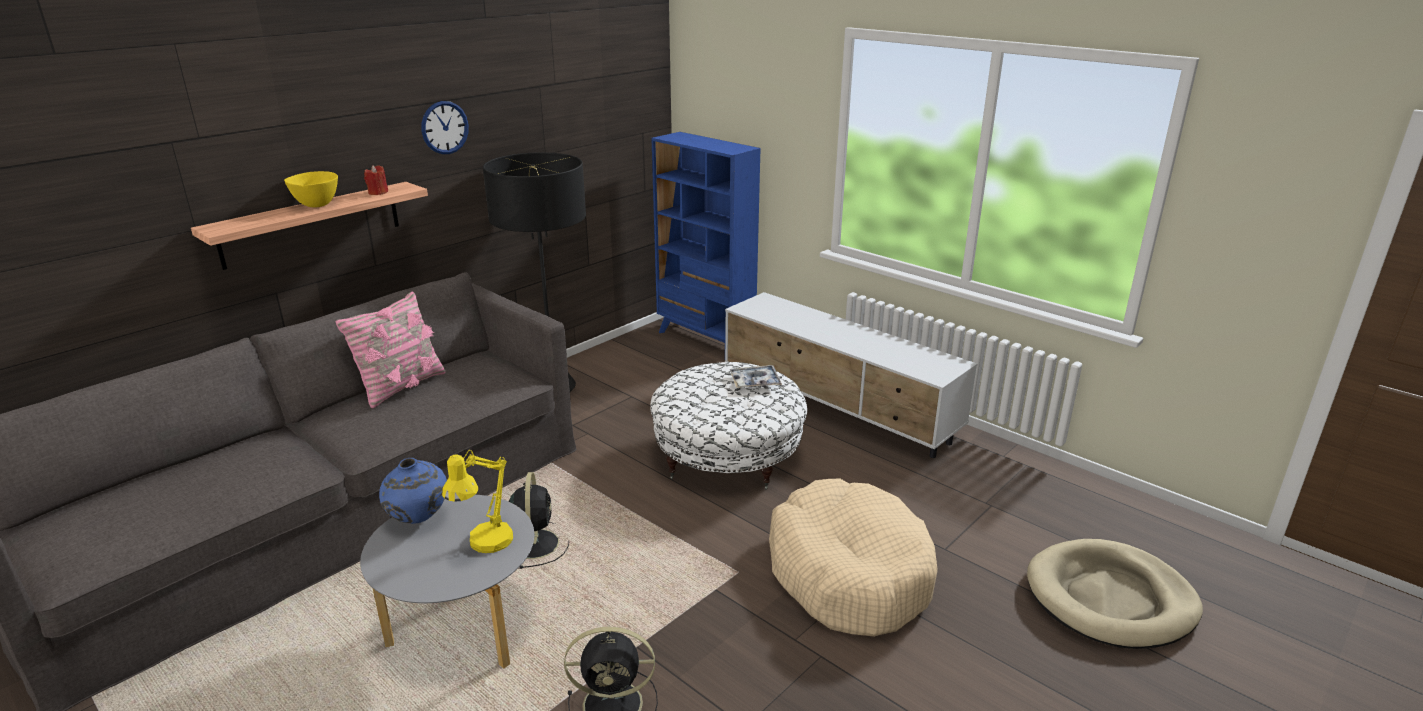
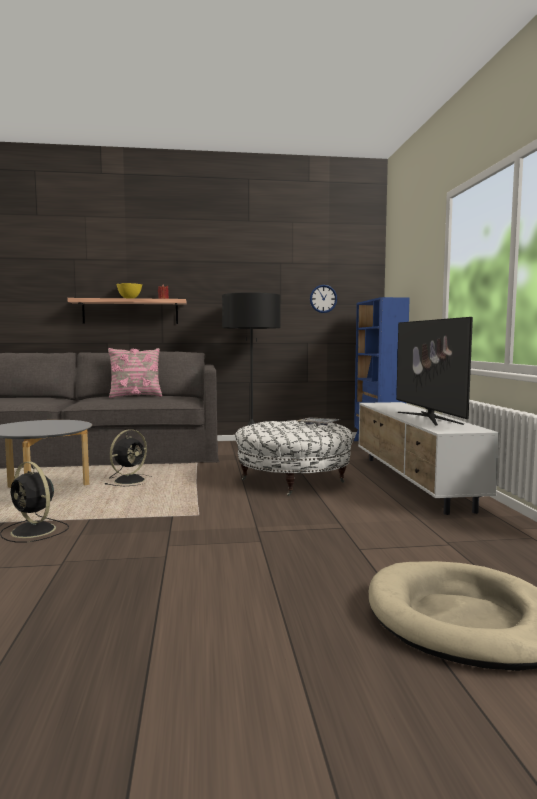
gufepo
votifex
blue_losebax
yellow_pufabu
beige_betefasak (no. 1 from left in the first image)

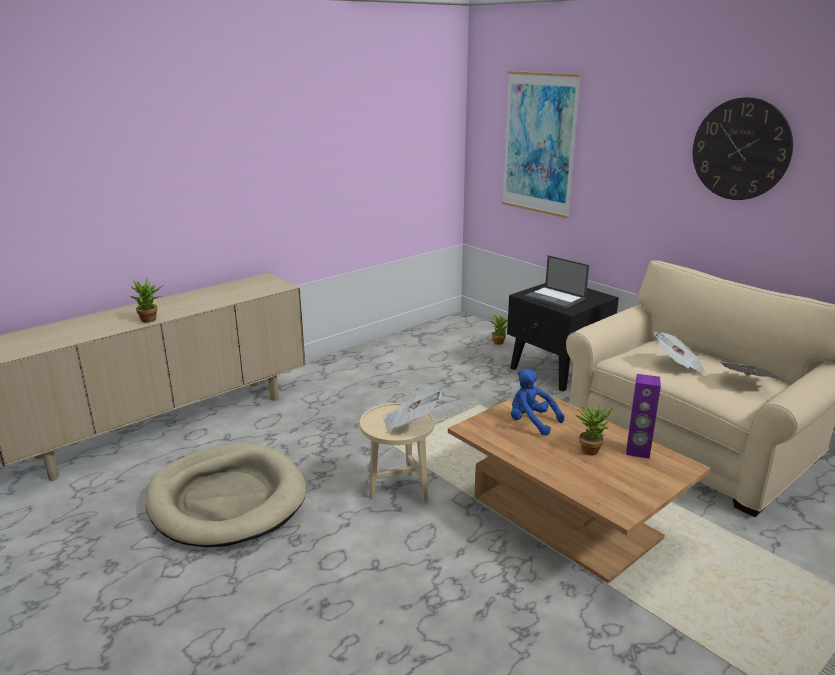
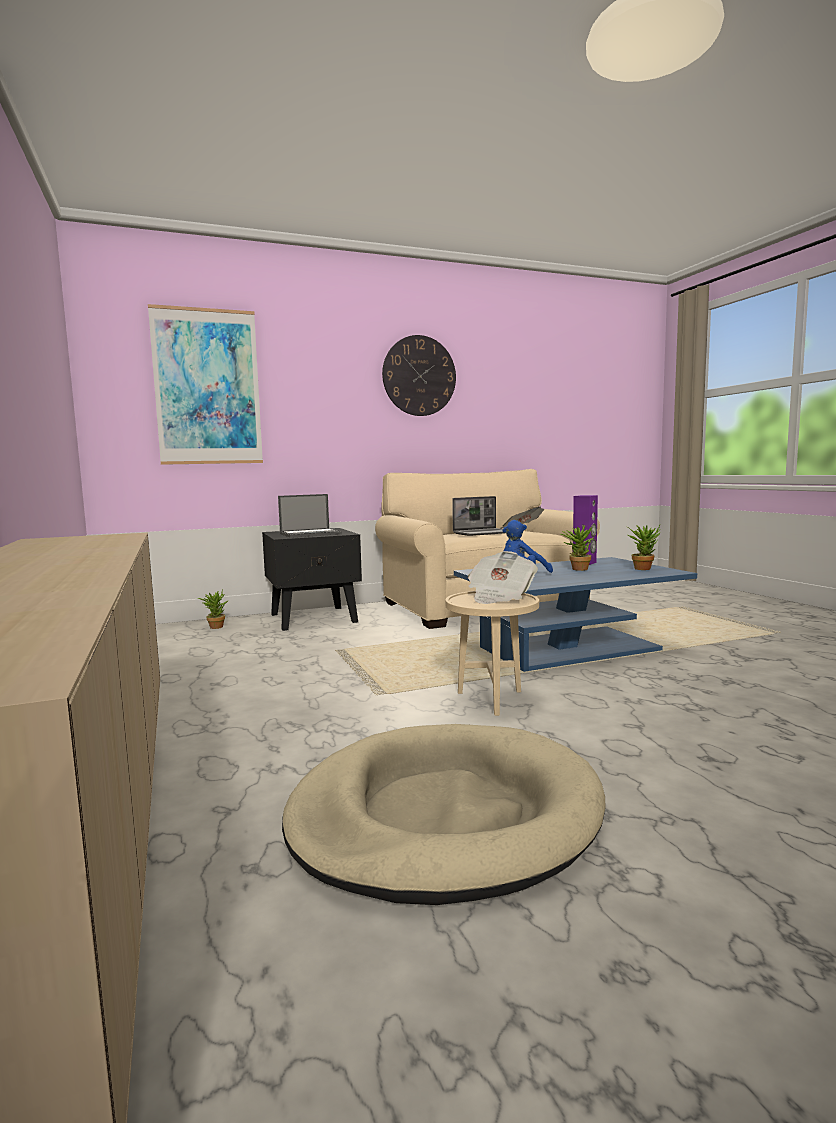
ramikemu (no. 2 from left)
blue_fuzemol
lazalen (no. 3 from left)

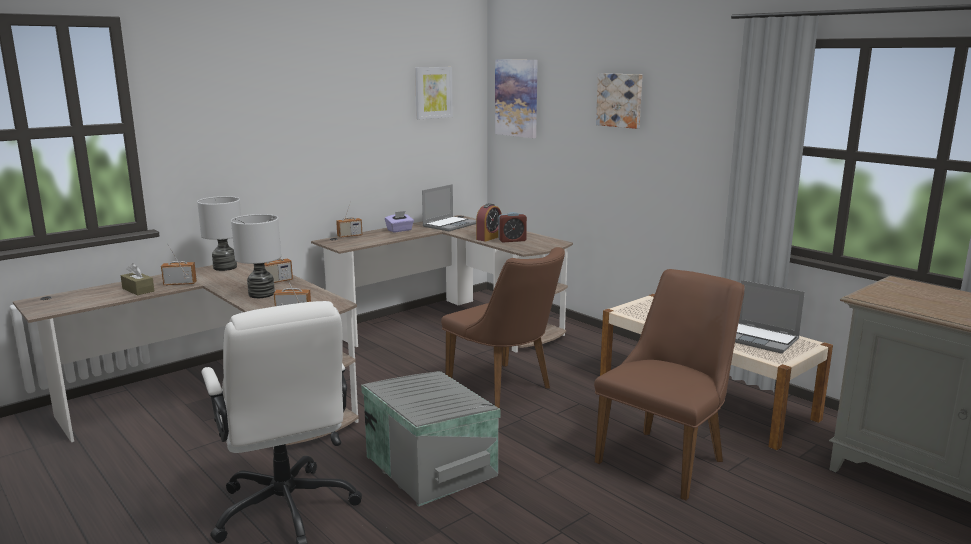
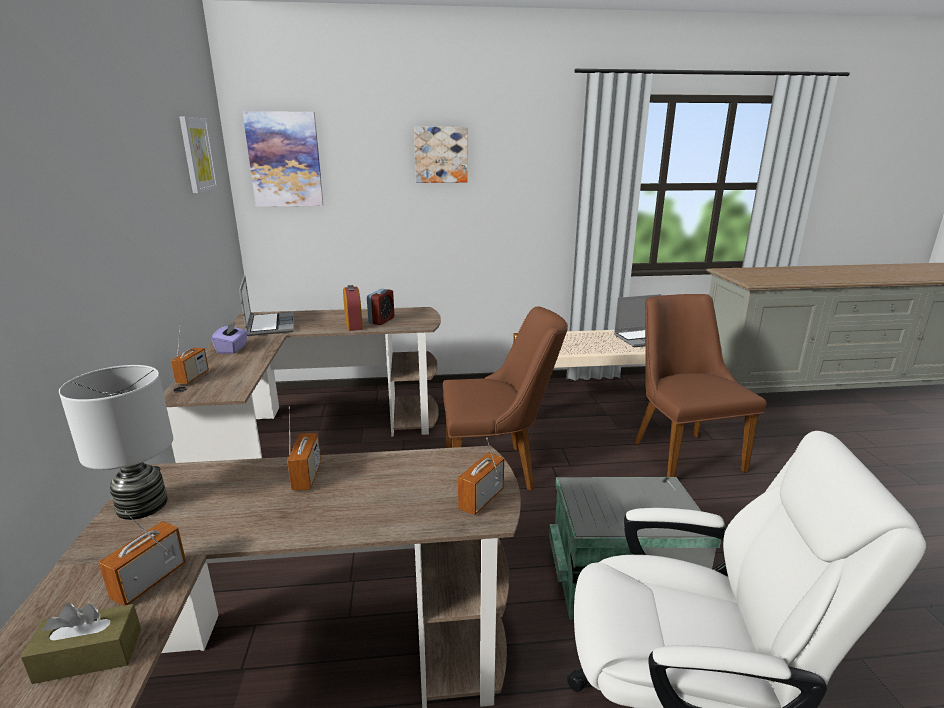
grey_pufabu (no. 2 from left in the first image)

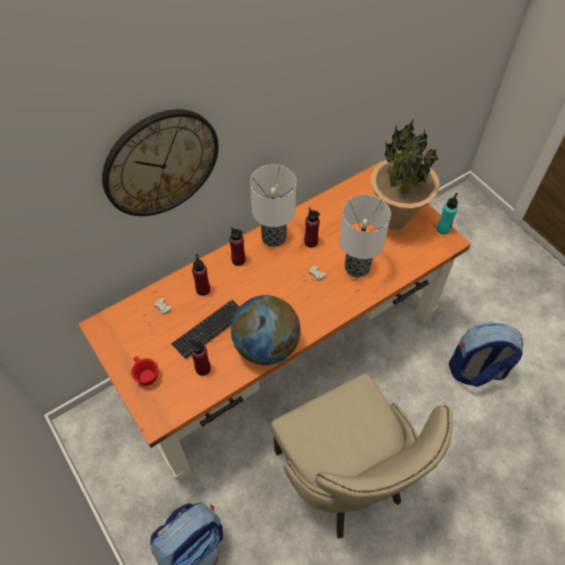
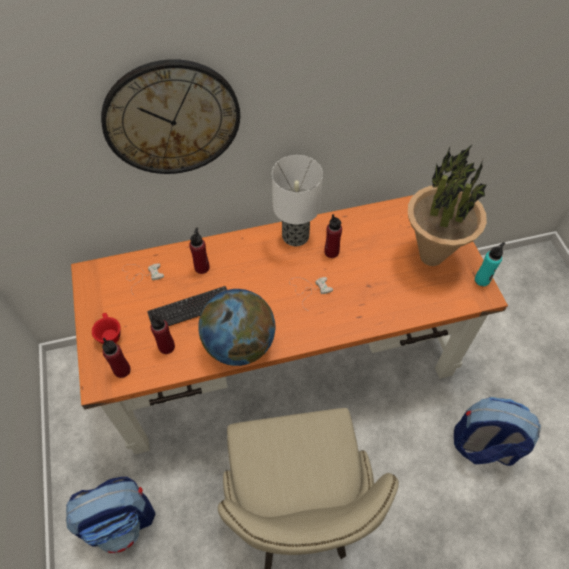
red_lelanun (no. 1 from left)
pufabu (no. 2 from left in the first image)

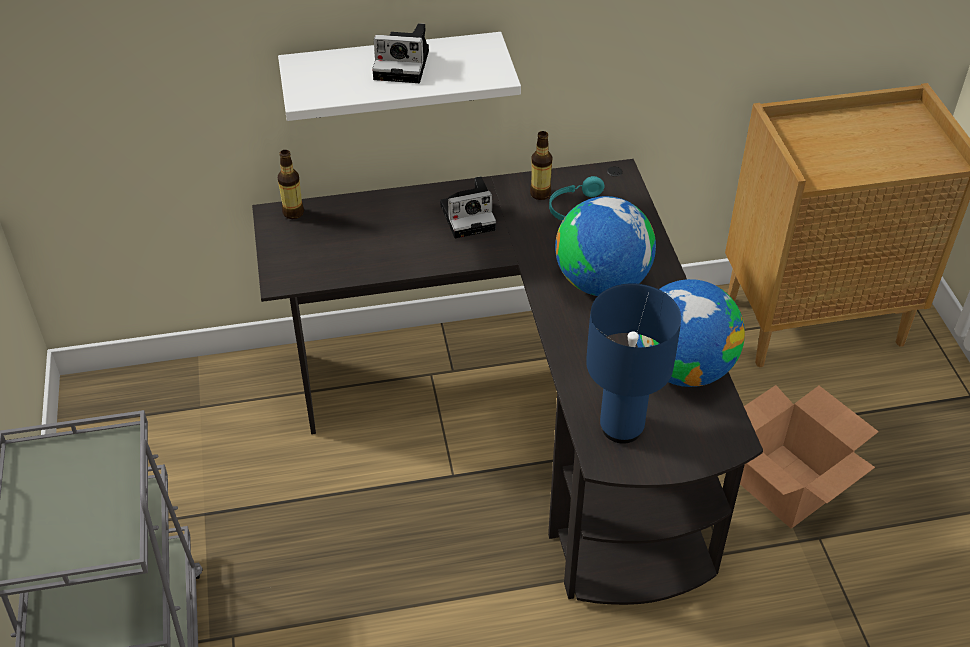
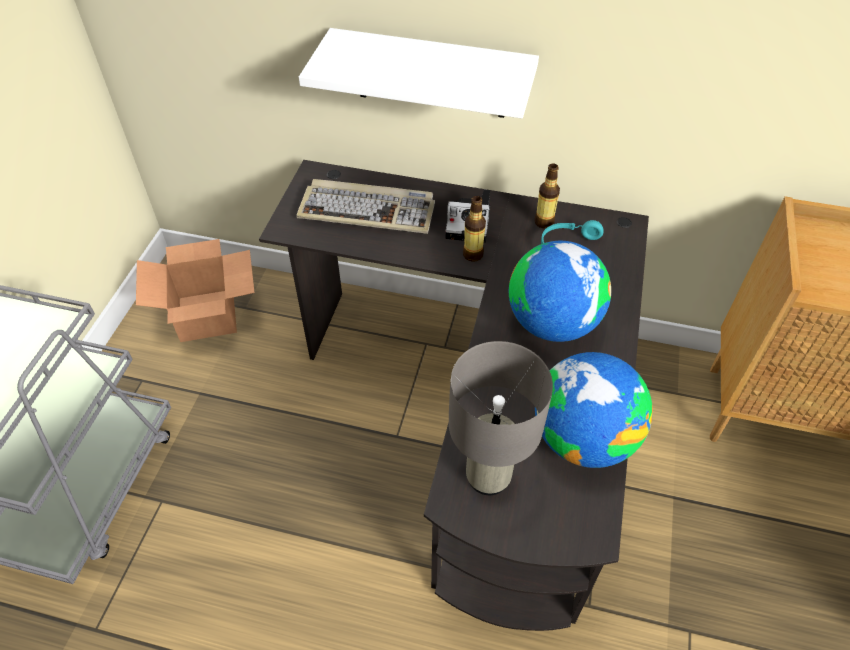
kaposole
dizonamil
grey_pufabu
lelanun (no. 1 from left)
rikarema (no. 1 from left in the first image)

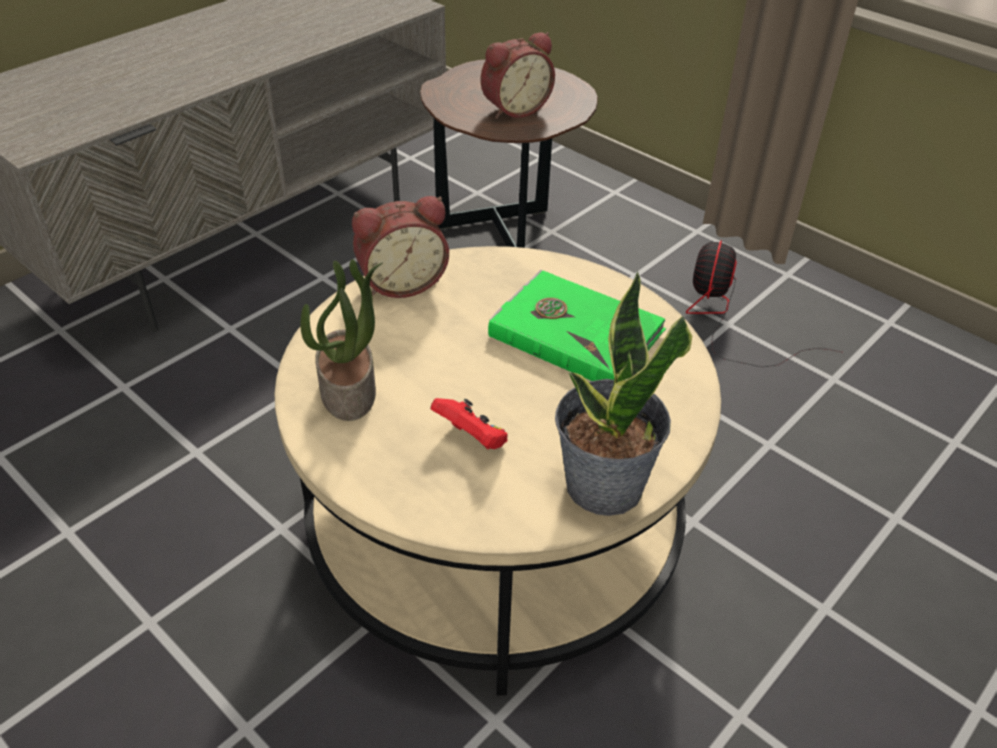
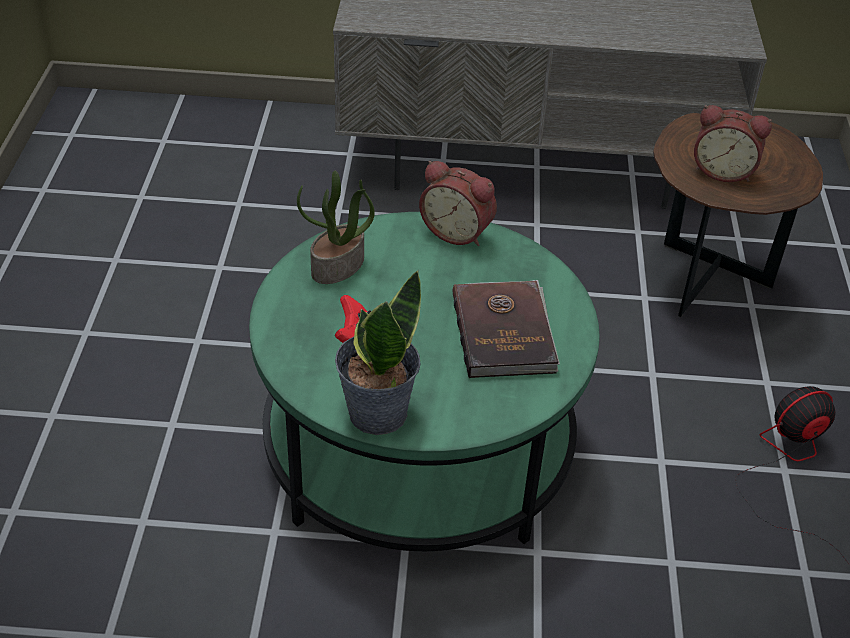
green_fuzemol
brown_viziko

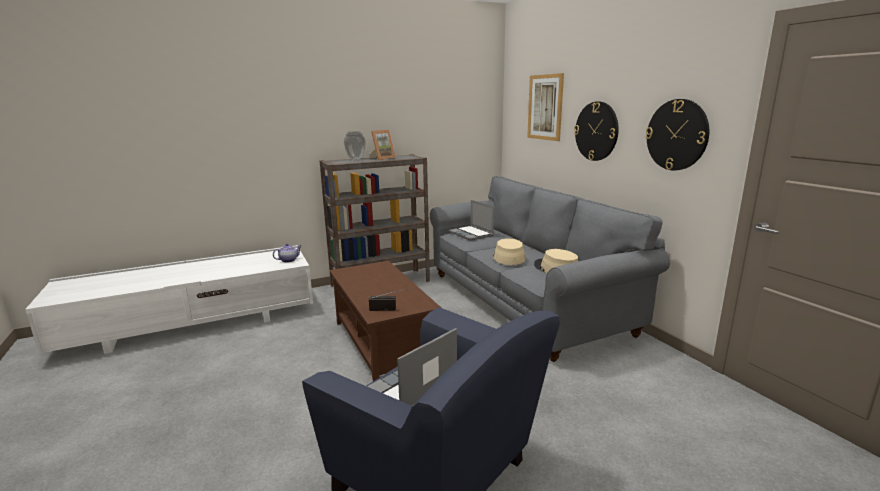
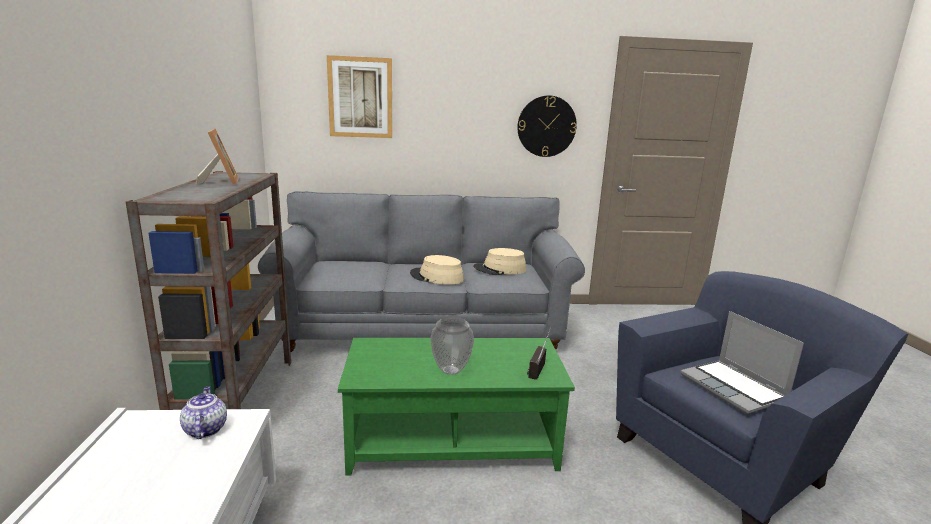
green_fuzemol
losebax
ramikemu (no. 2 from left in the first image)
gufepo (no. 1 from left in the first image)

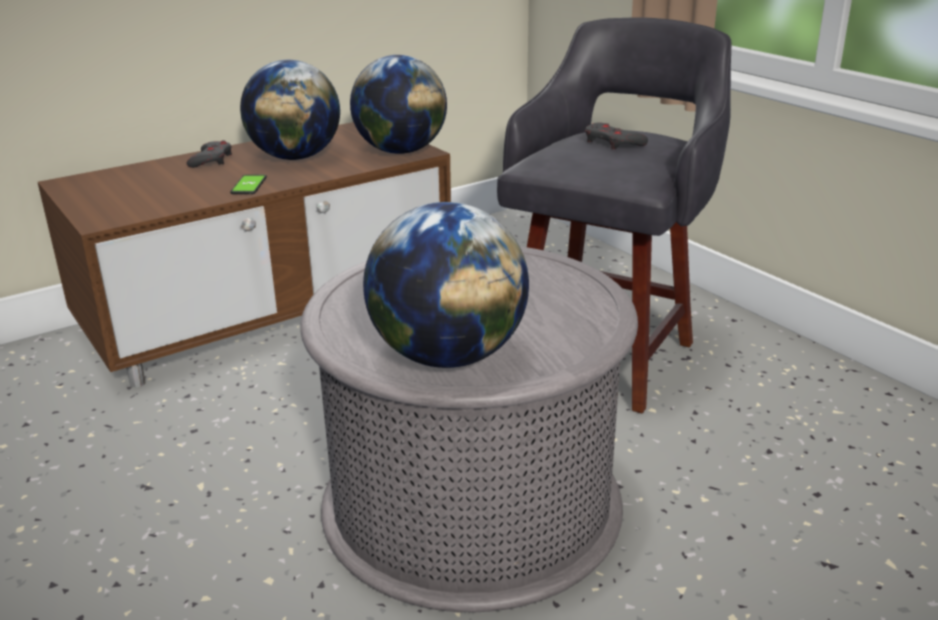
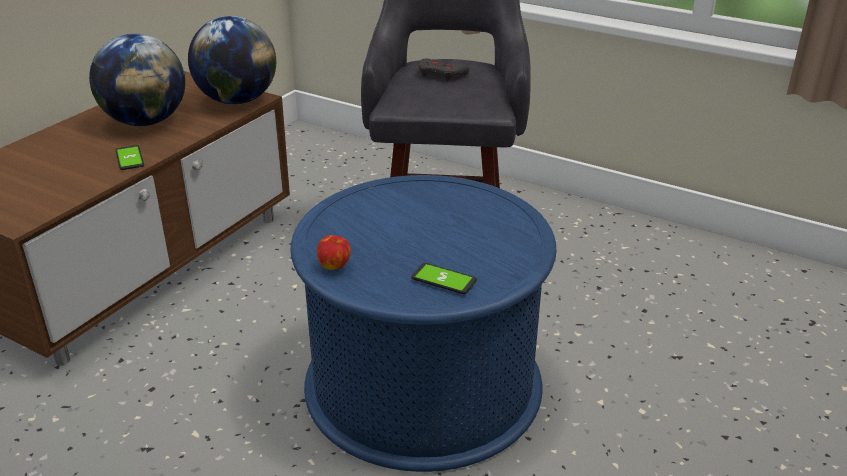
blue_fuzemol
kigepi
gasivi (no. 2 from left)
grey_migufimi (no. 1 from left in the first image)

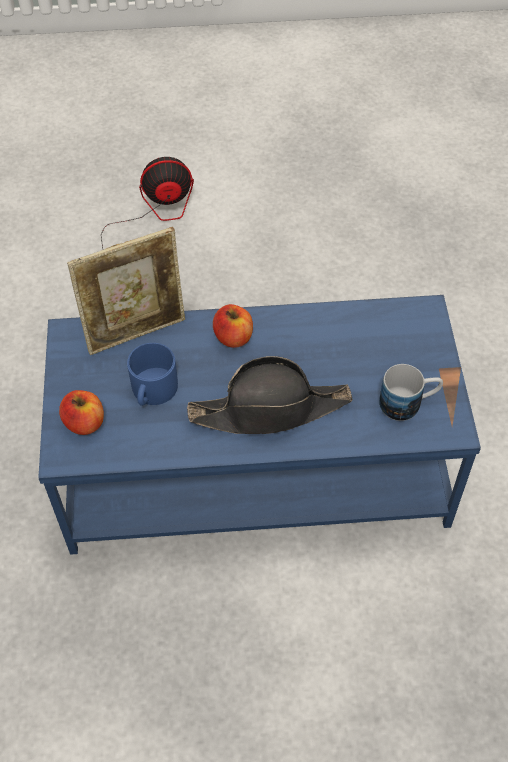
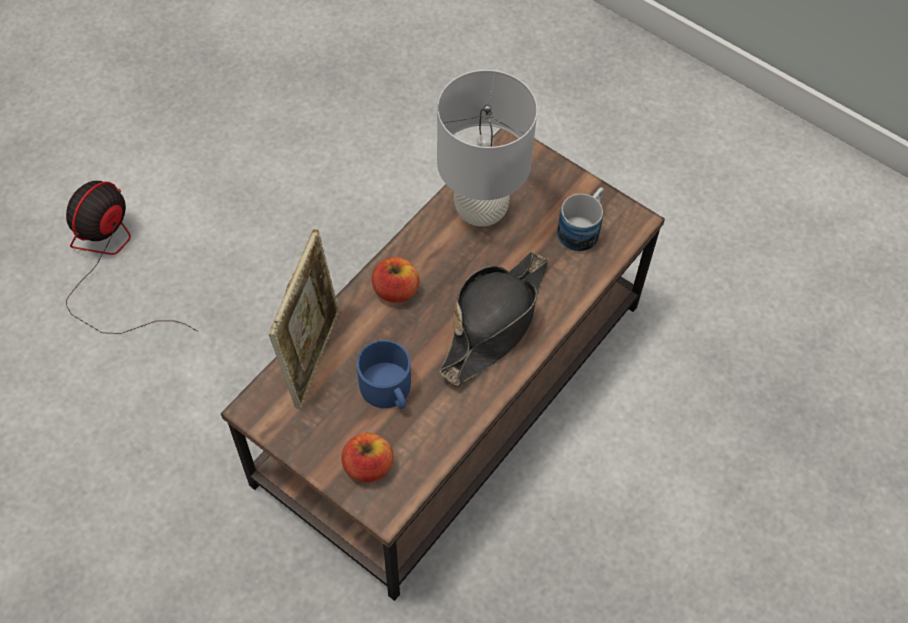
brown_fuzemol
grey_pufabu

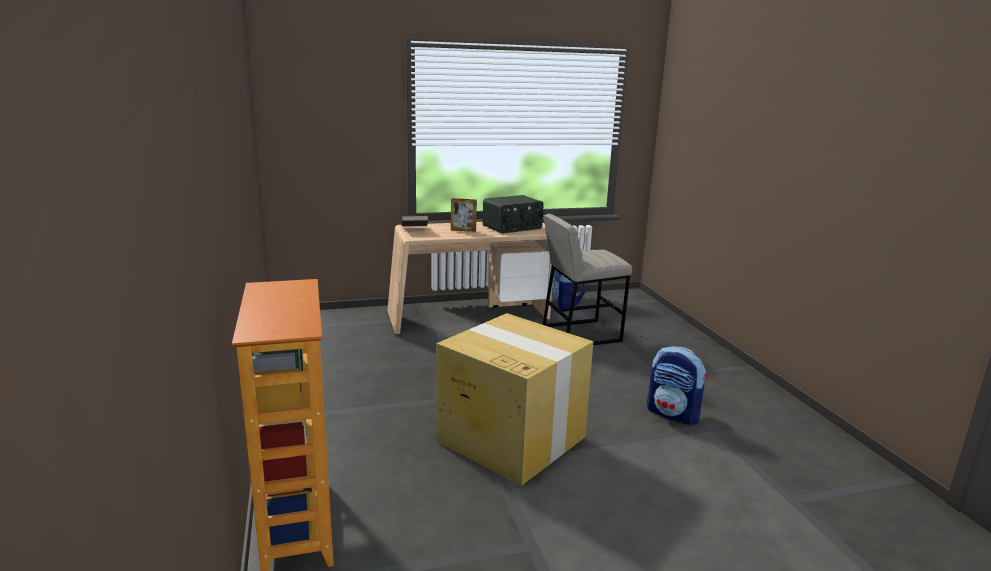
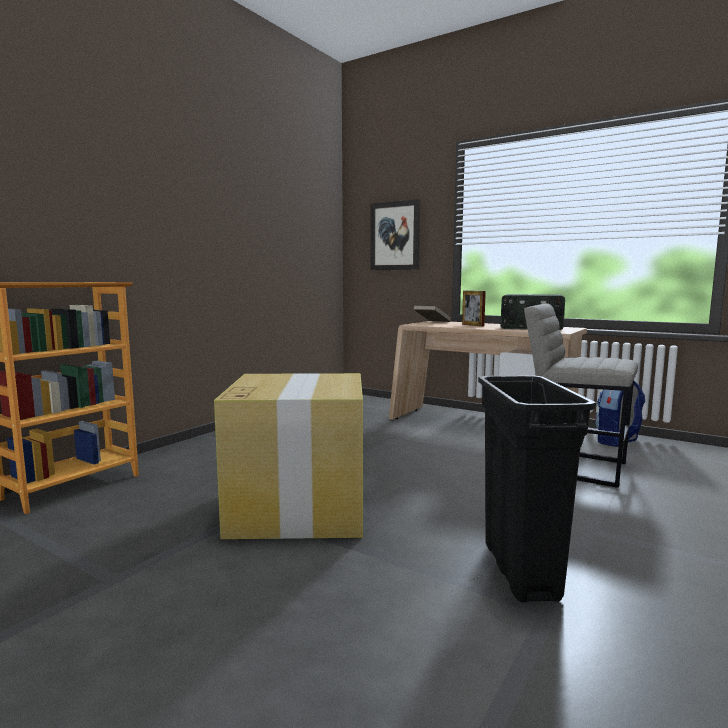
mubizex
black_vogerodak

